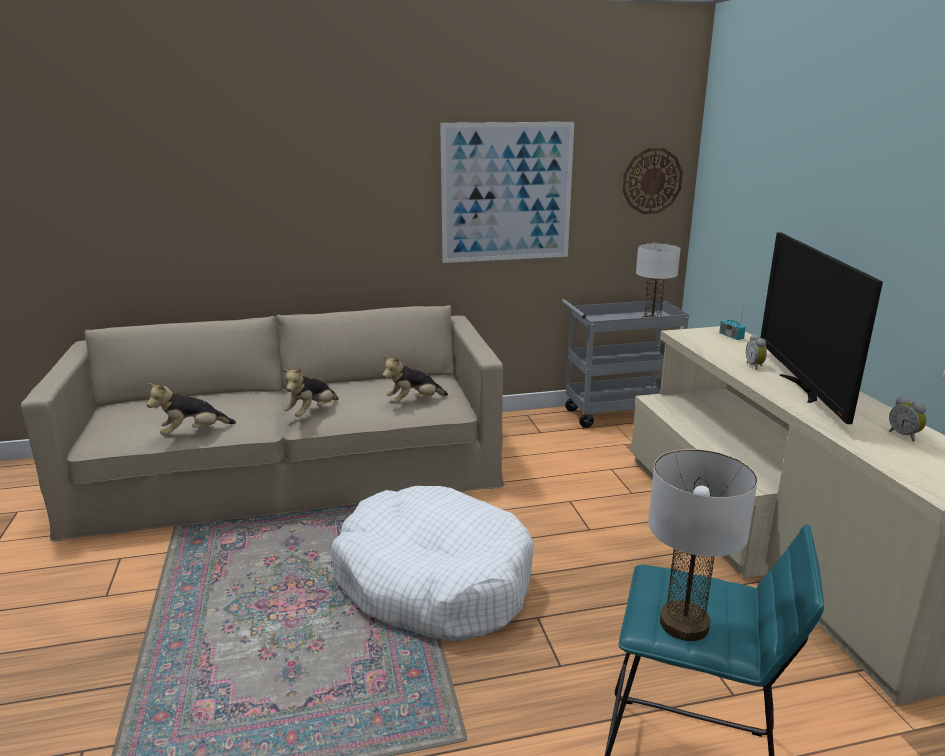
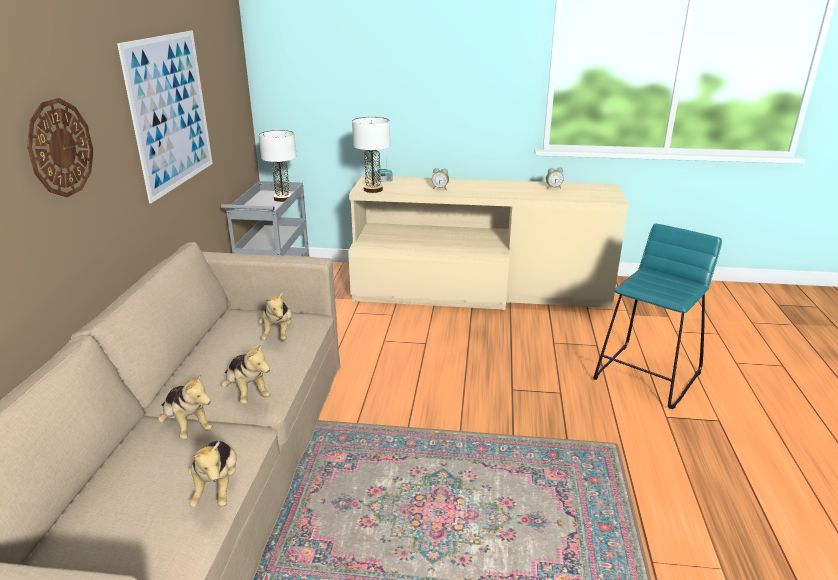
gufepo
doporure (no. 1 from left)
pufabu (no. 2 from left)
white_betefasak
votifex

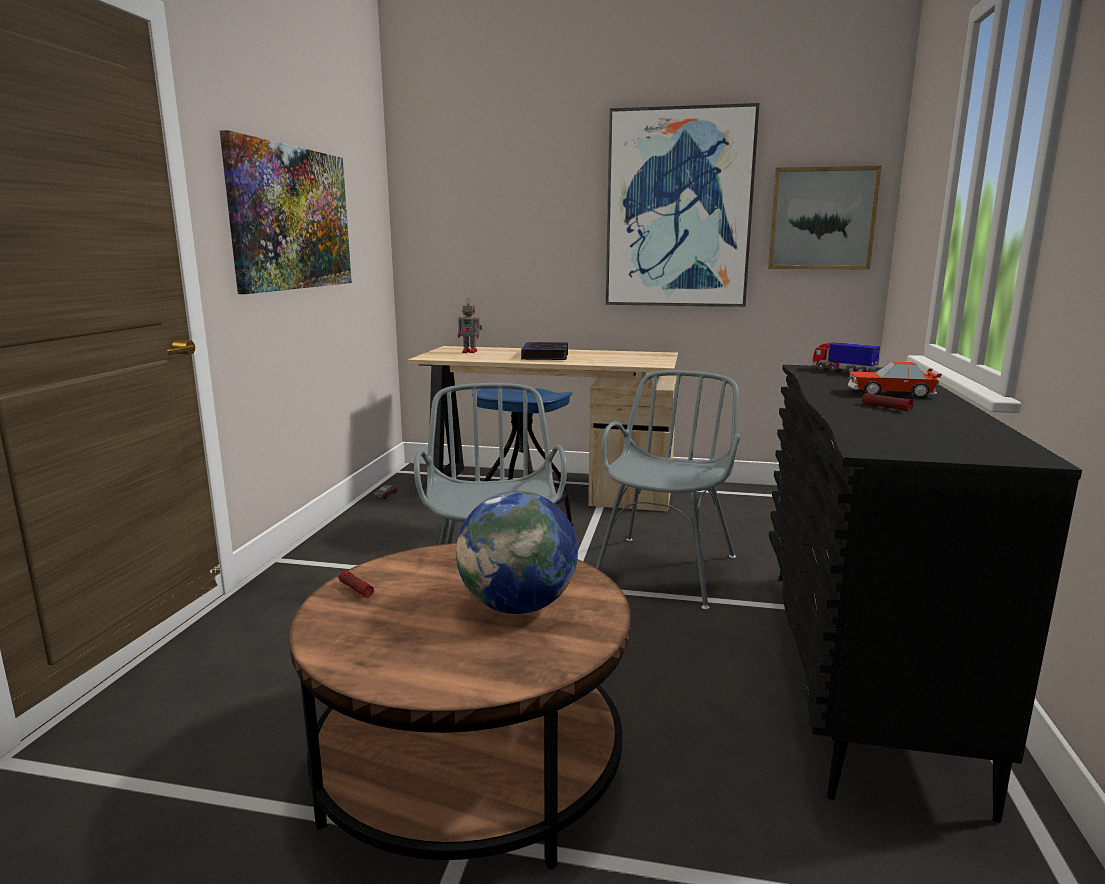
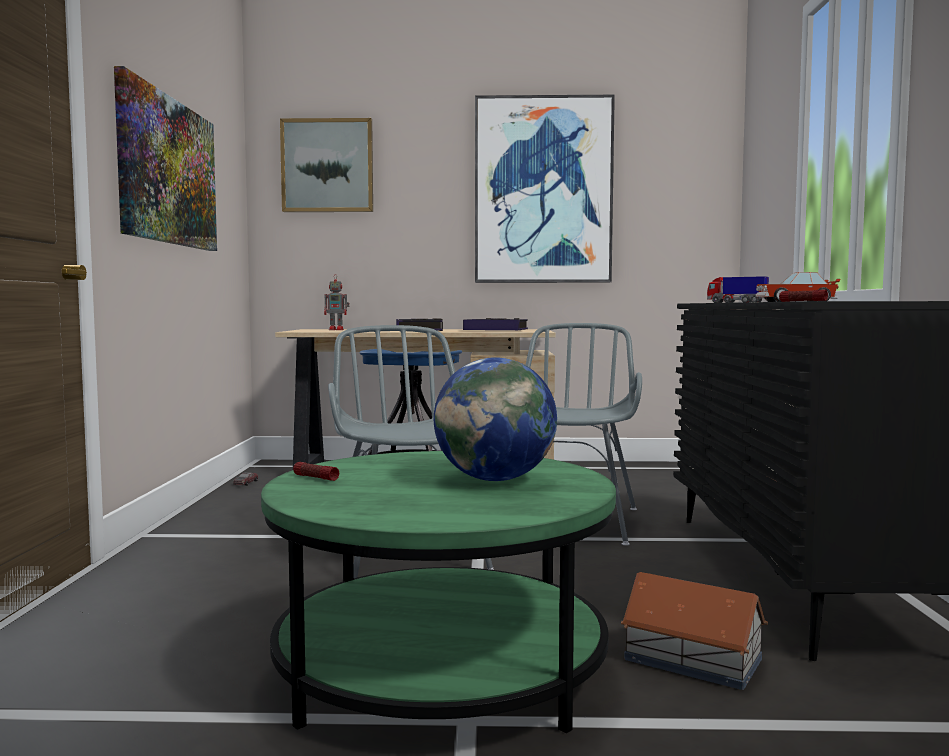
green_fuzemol
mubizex (no. 2 from left)
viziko (no. 2 from left)
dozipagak

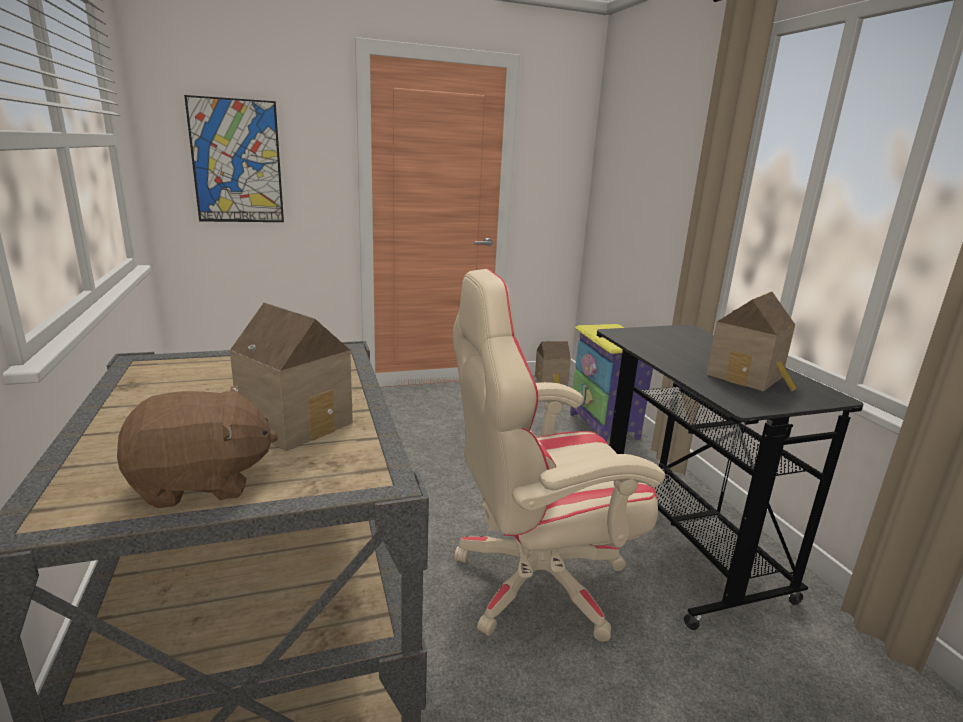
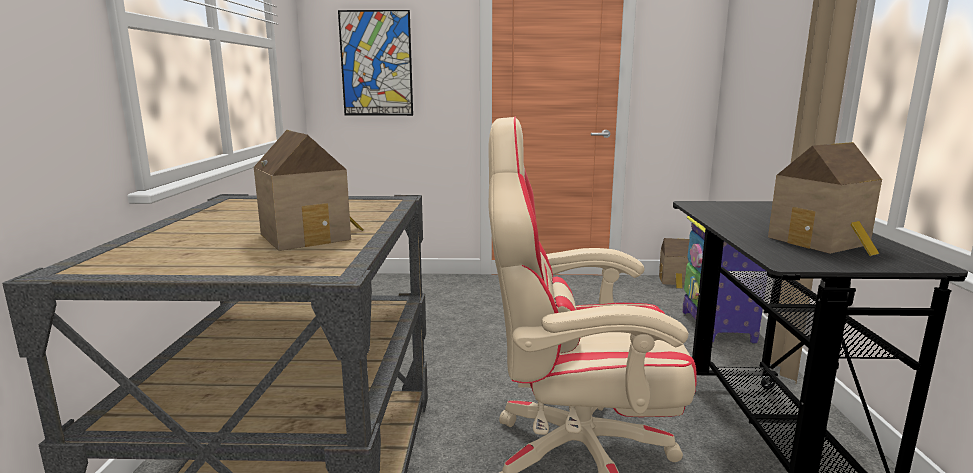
brown_doporure

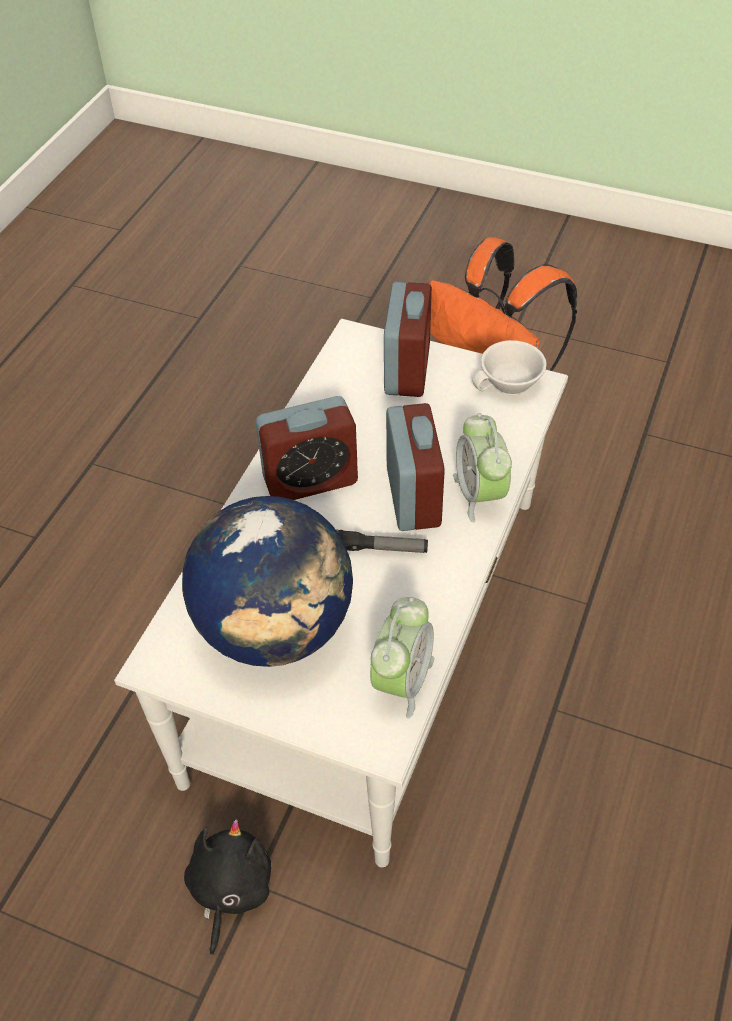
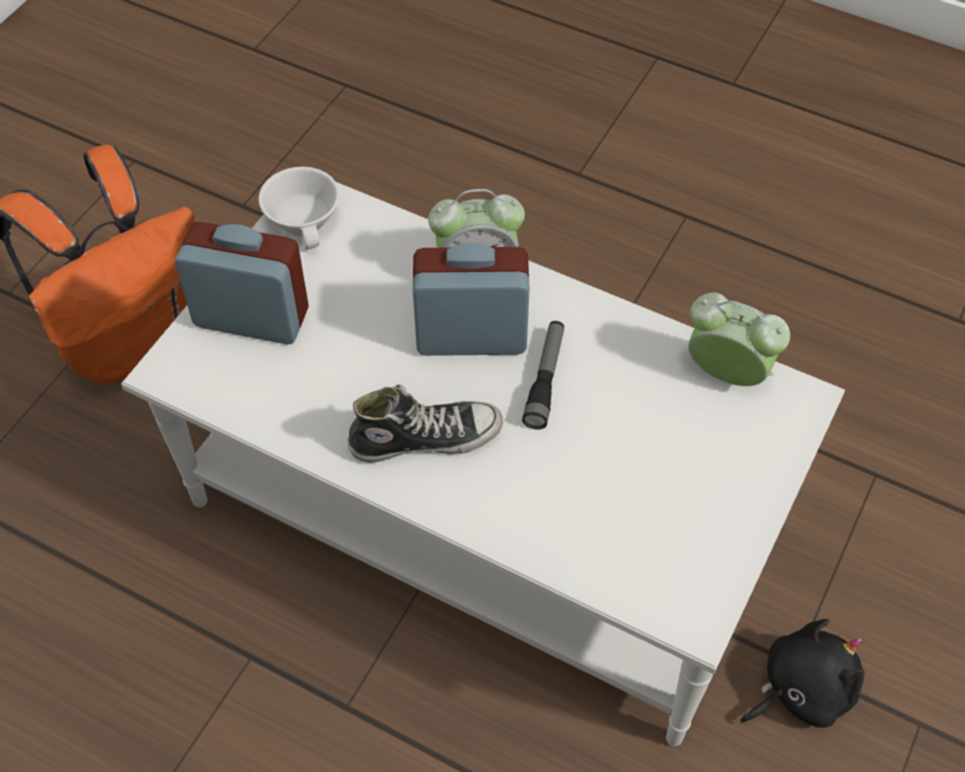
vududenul
black_doporure
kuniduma

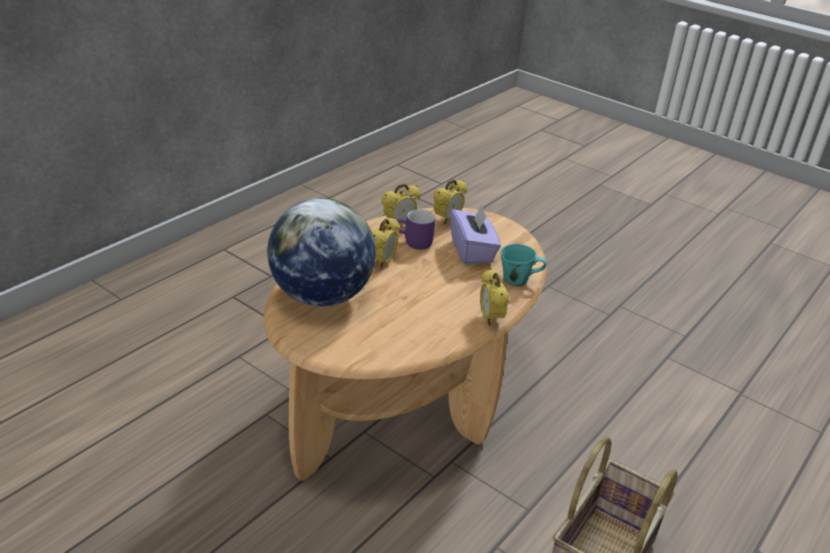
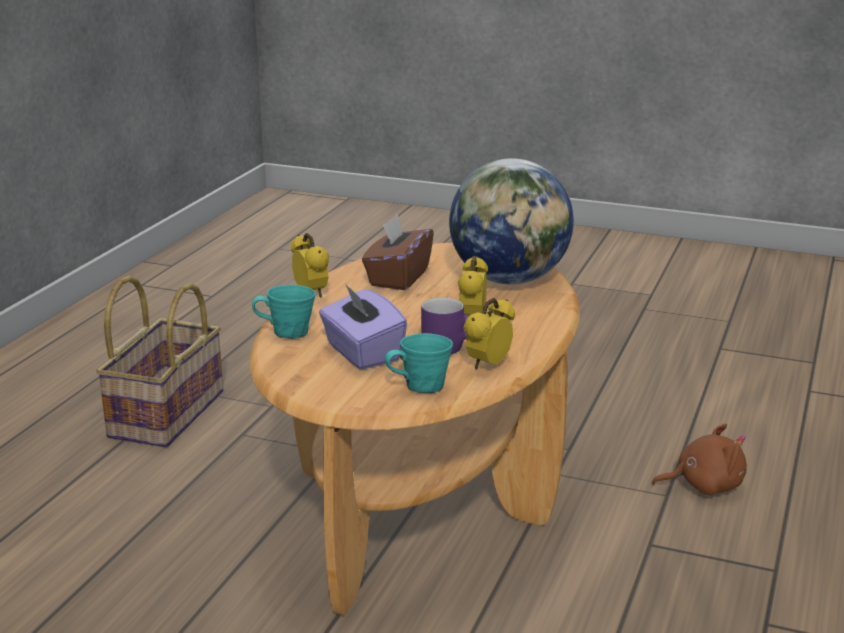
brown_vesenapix
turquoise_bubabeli (no. 2 from left)
brown_doporure

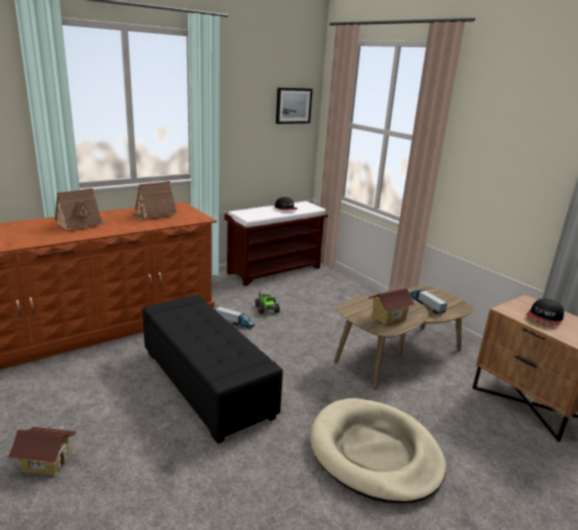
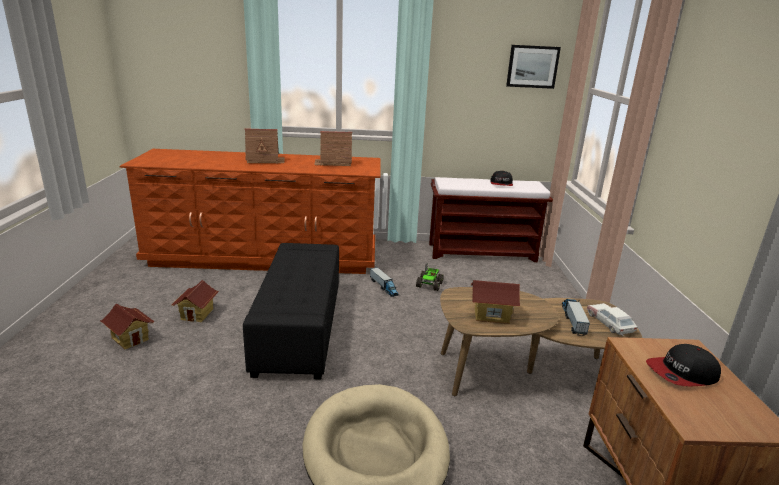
dozipagak (no. 2 from left)
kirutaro

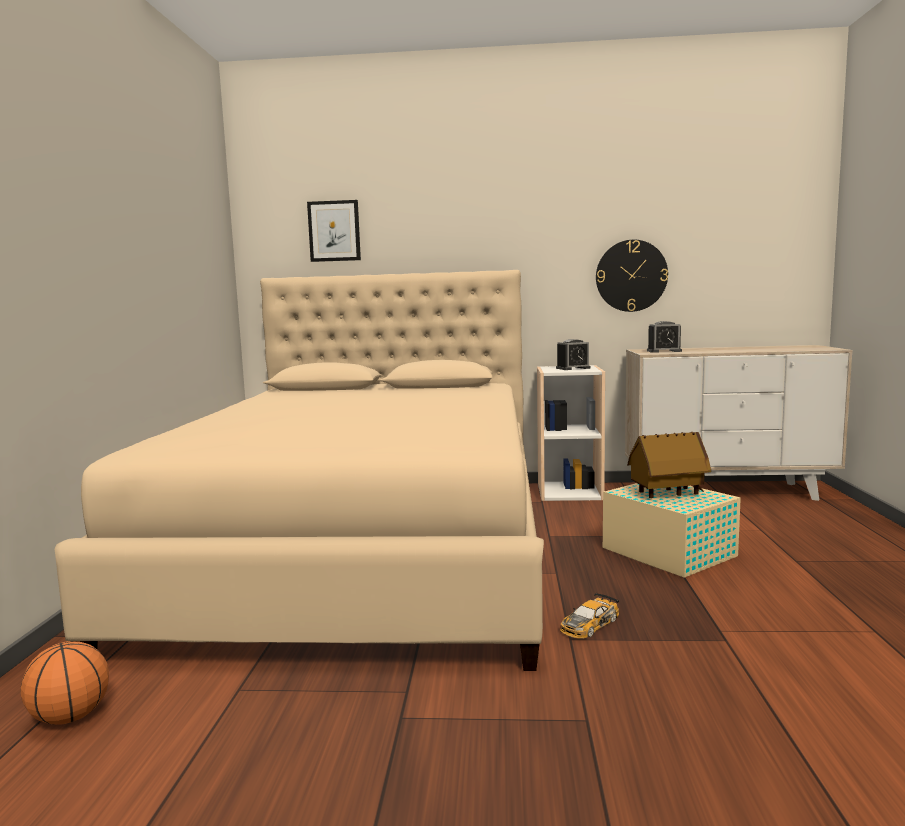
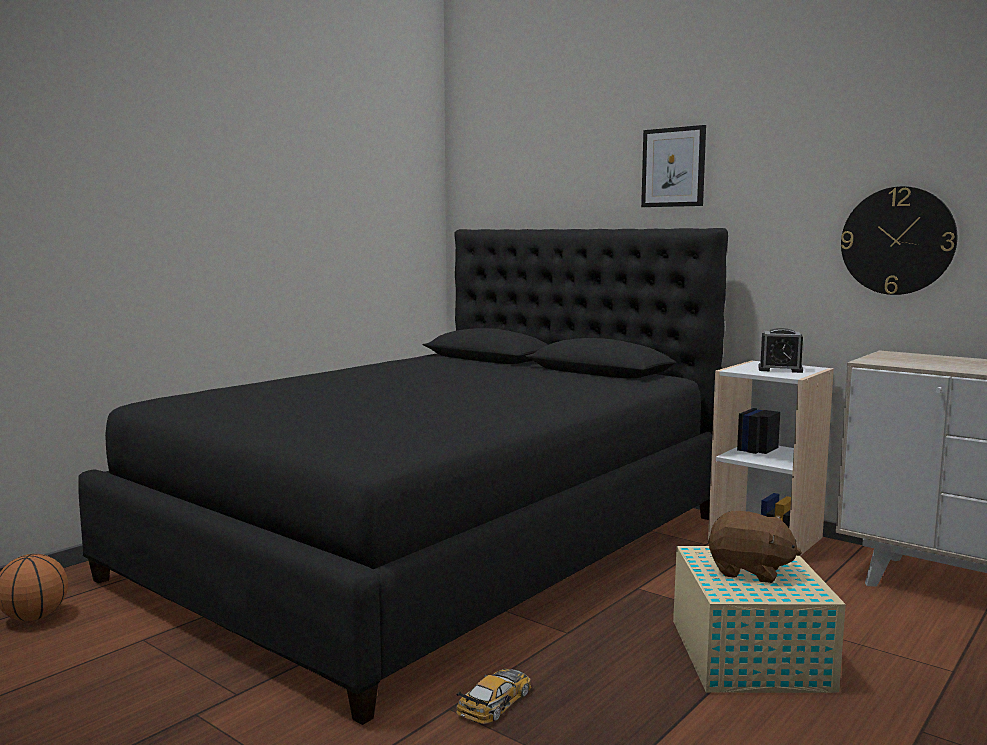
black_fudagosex
kirutaro
mubizex
brown_doporure
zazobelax (no. 2 from left in the first image)

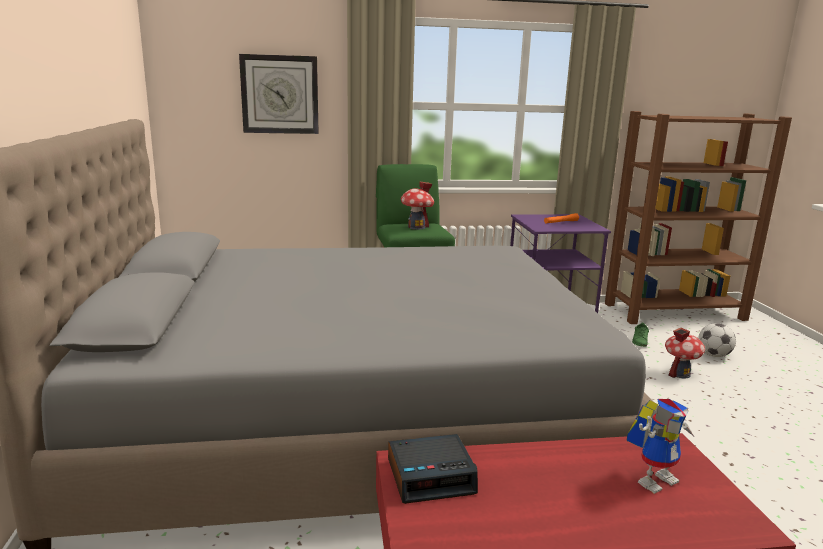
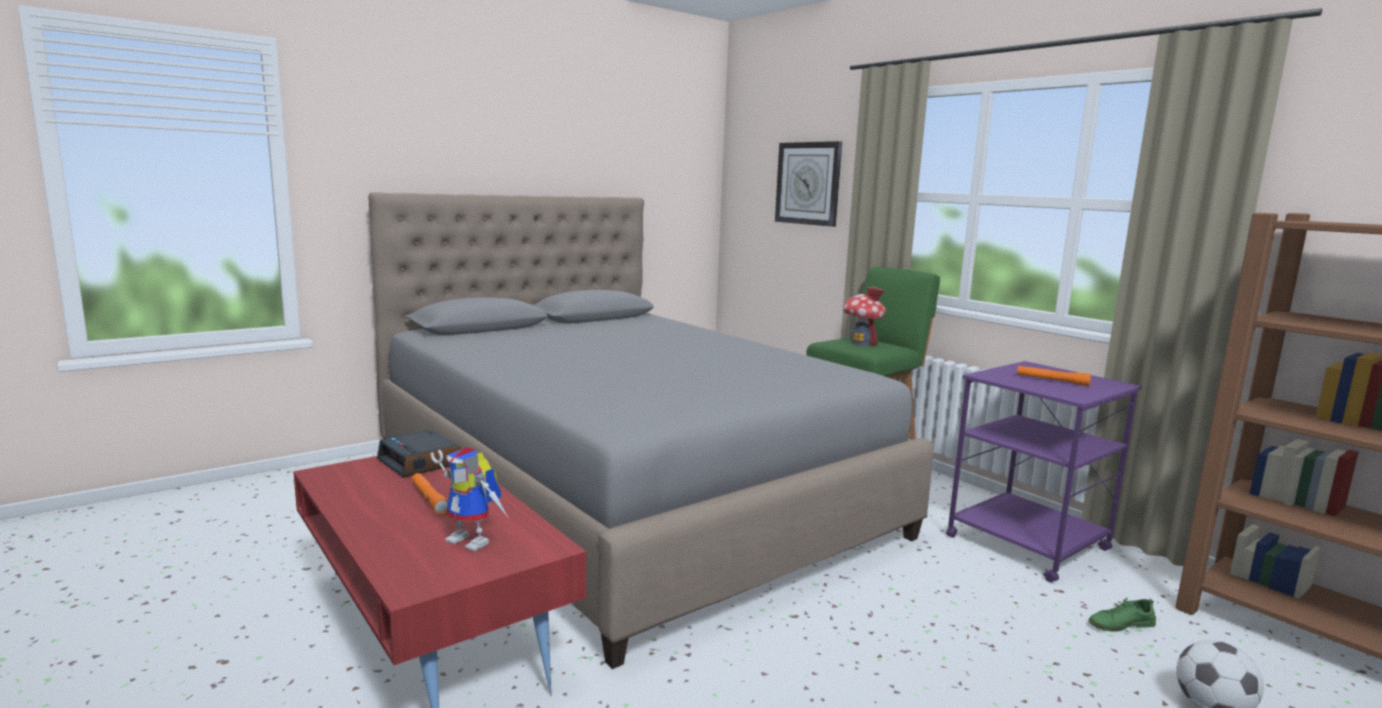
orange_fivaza (no. 1 from left)
dozipagak (no. 2 from left in the first image)

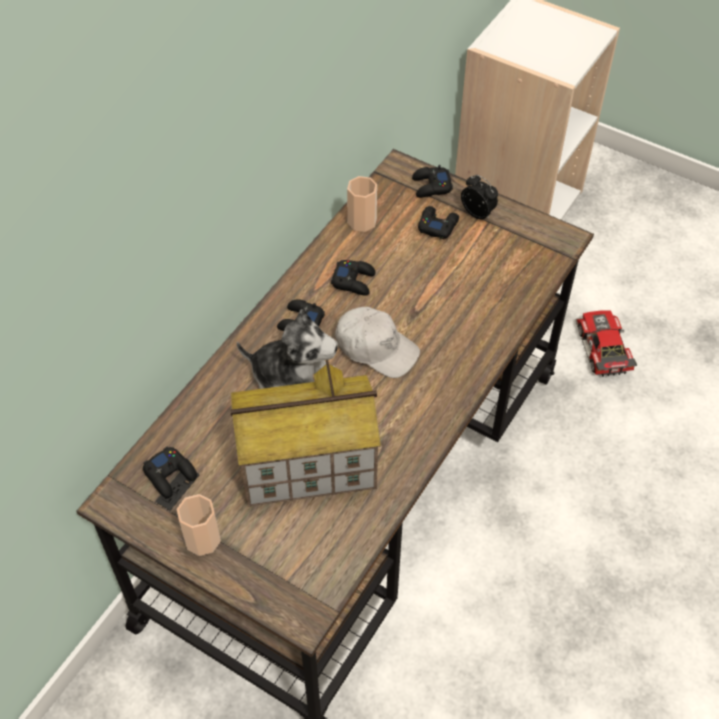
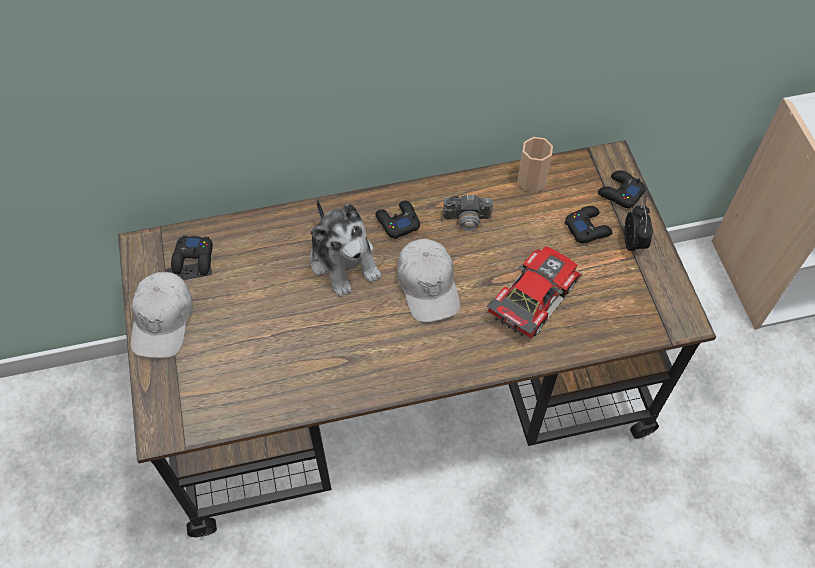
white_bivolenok (no. 1 from left)
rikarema
kirutaro
dozipagak

